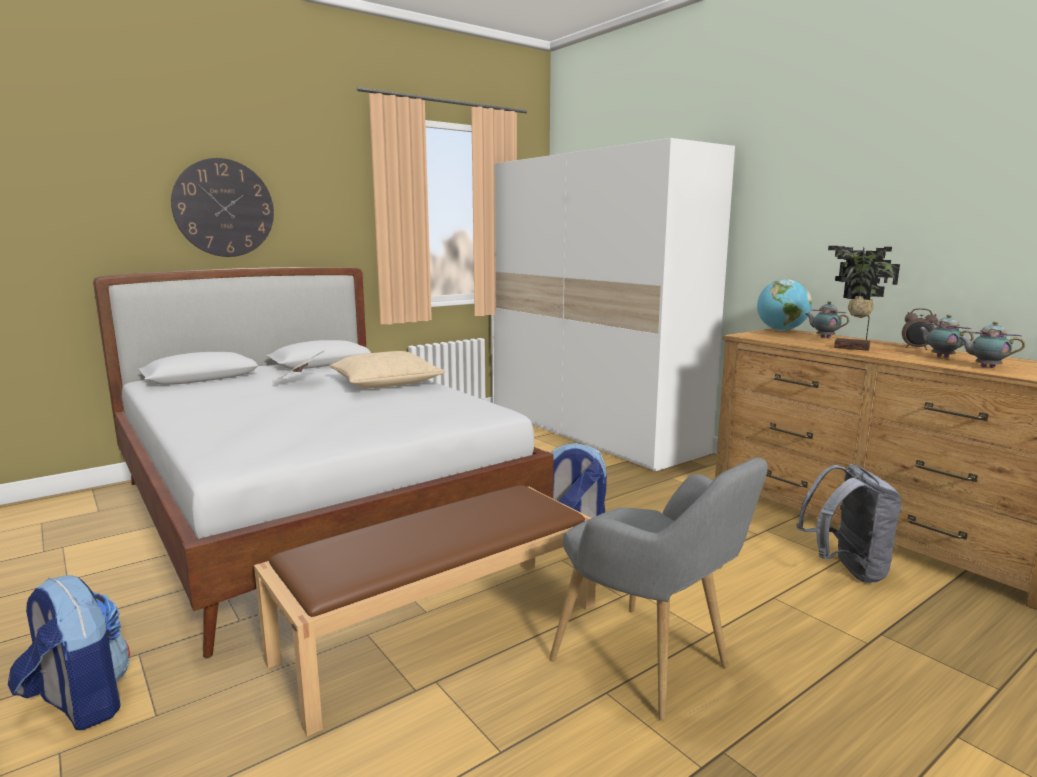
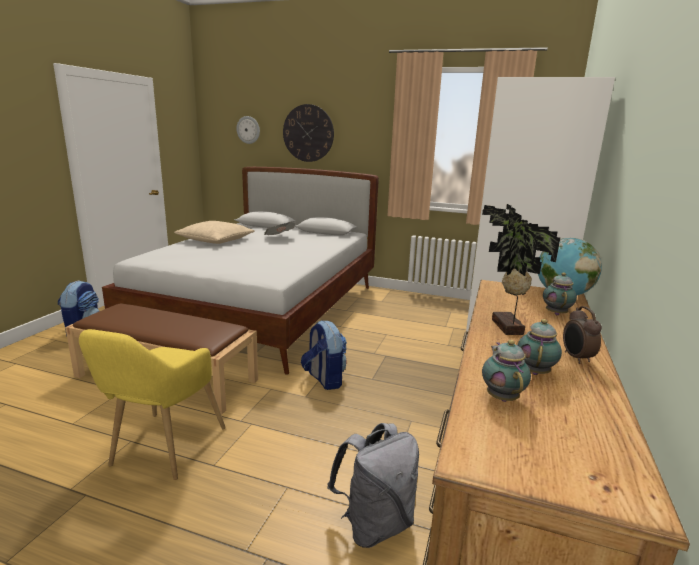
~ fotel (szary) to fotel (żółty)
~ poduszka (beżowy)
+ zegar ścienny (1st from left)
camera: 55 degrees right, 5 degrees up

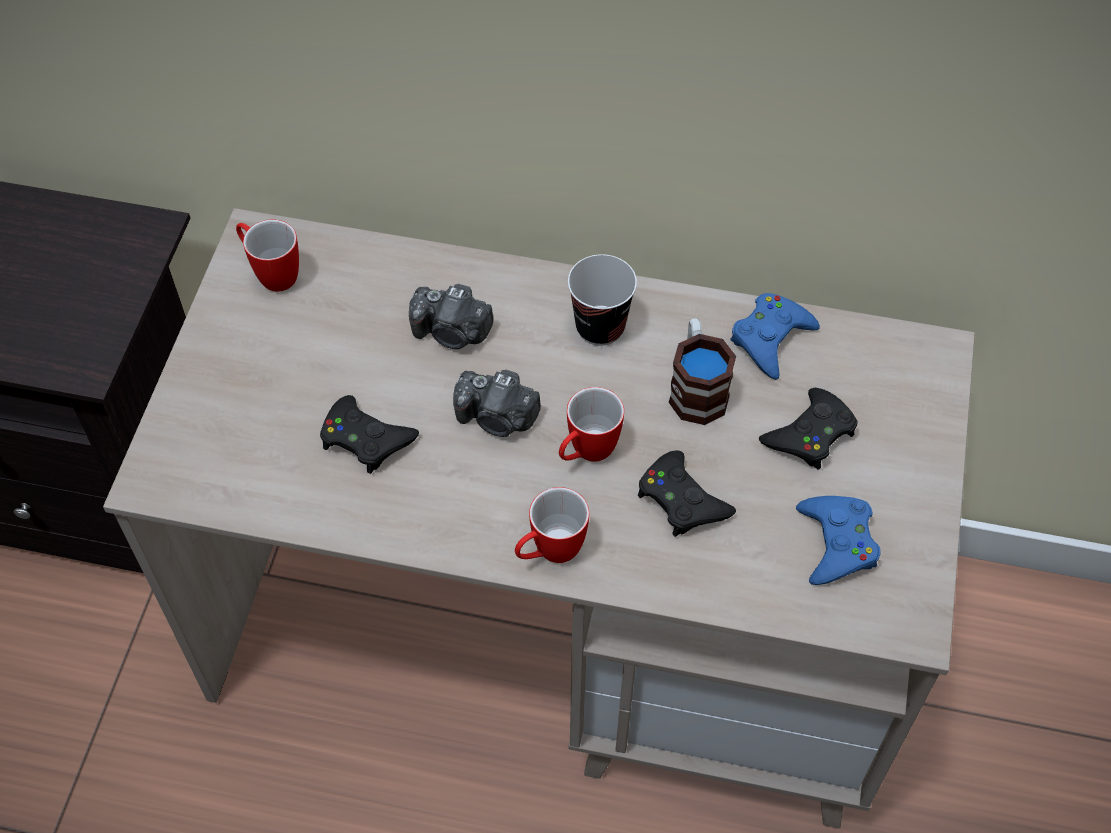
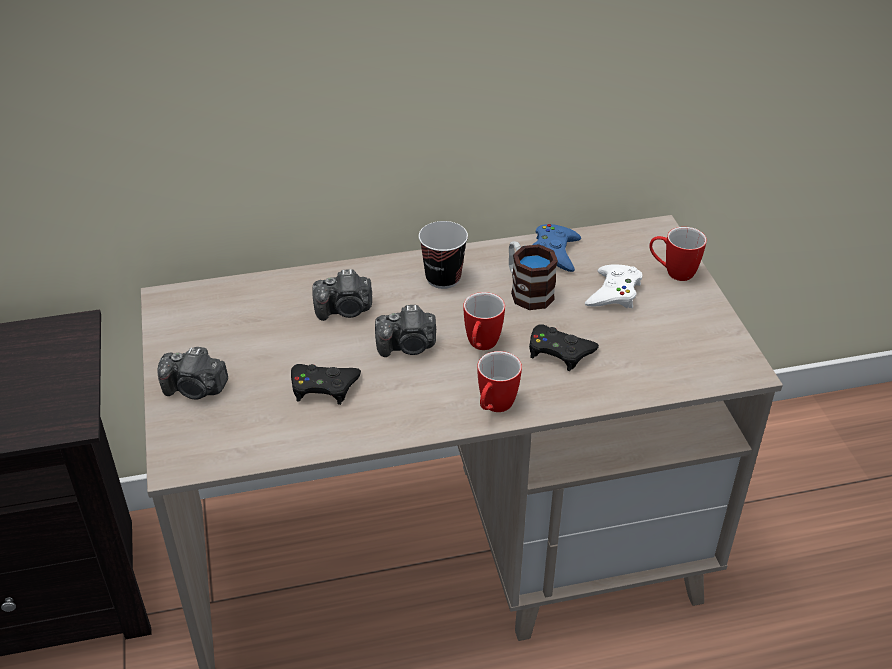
+ aparat fotograficzny (1st from left)
~ pad do gier (czarny) (3rd from left) to pad do gier (biały)
~ kubek (1st from left in the first image) to kubek (4th from left)
- pad do gier (niebieski) (2nd from left)
camera: 25 degrees left, 15 degrees down

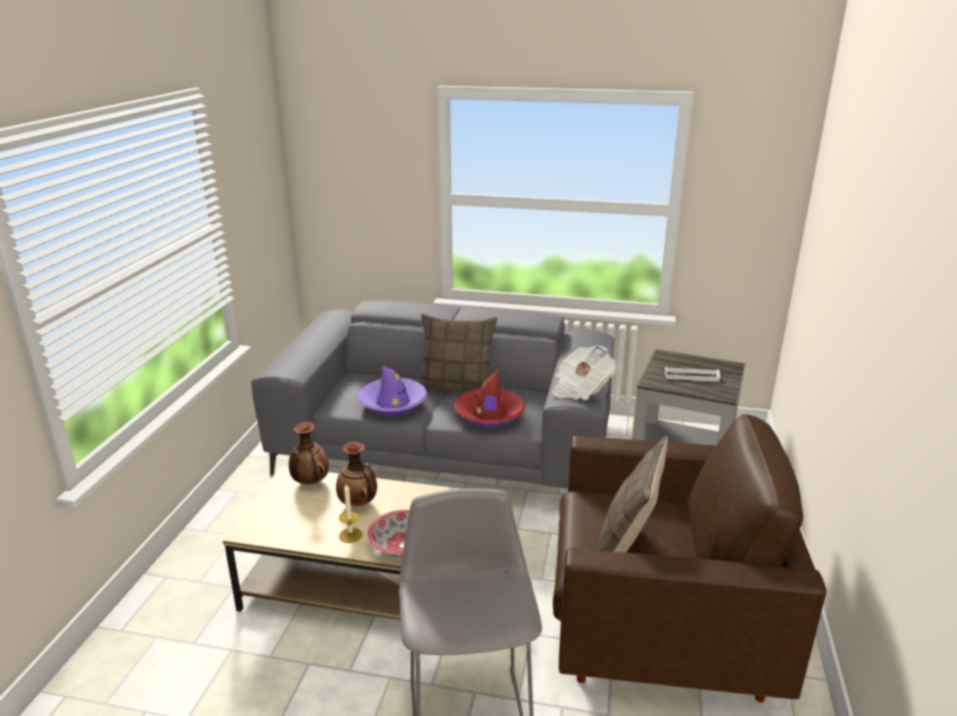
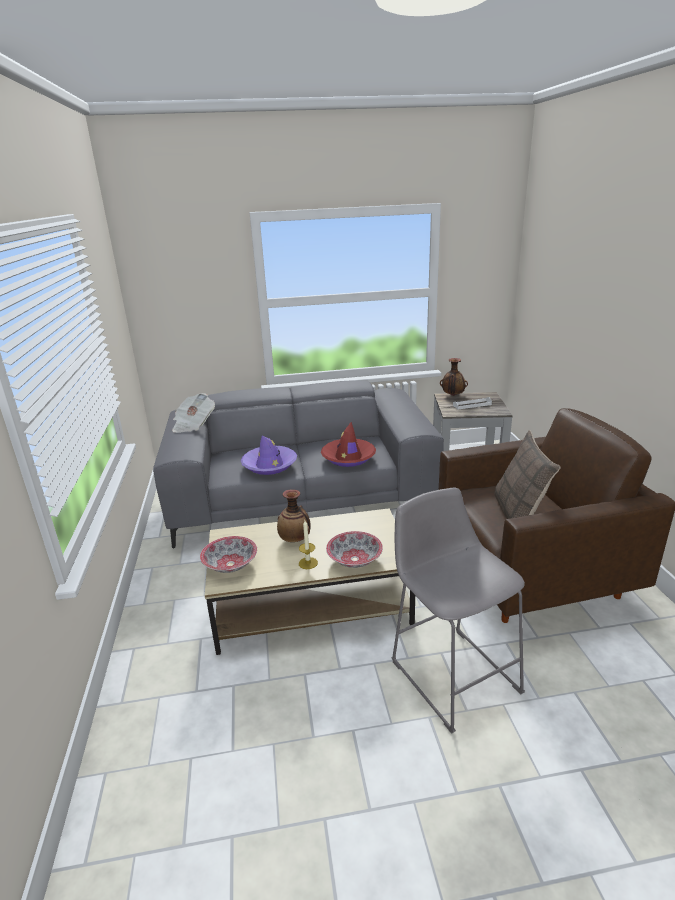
~ gazeta
+ miska (1st from left)
~ wazon (1st from left in the first image) to wazon (2nd from left)
- poduszka (1st from left)
camera: 20 degrees left, 0 degrees up

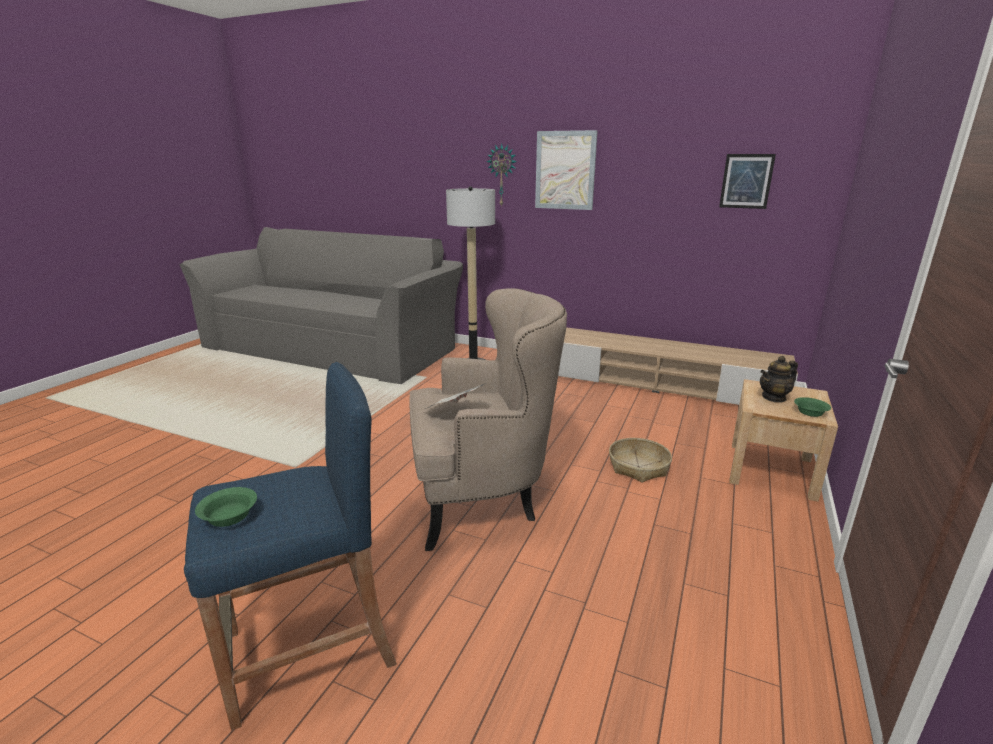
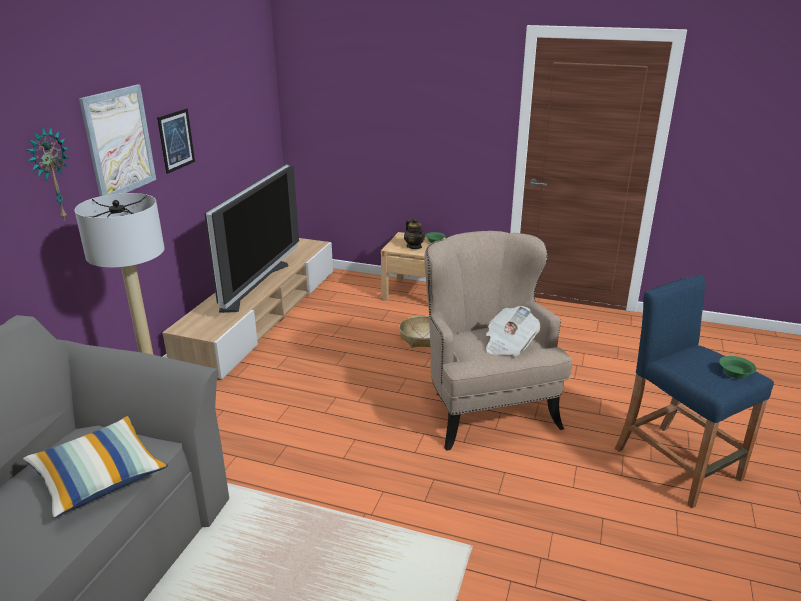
+ poduszka
~ obraz (2nd from left)
+ telewizor
camera: 95 degrees left, 5 degrees up

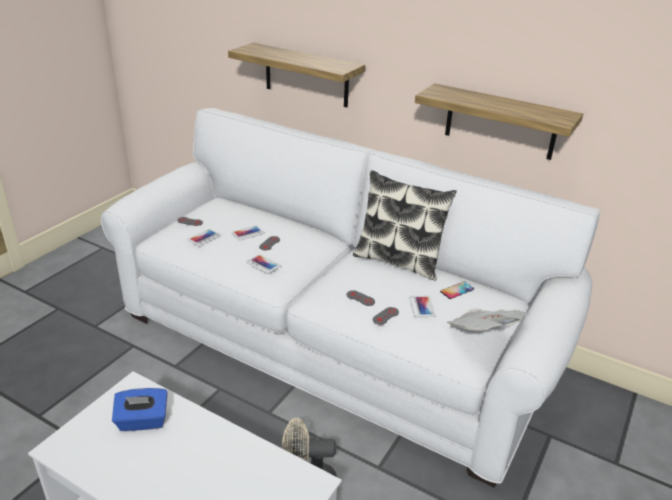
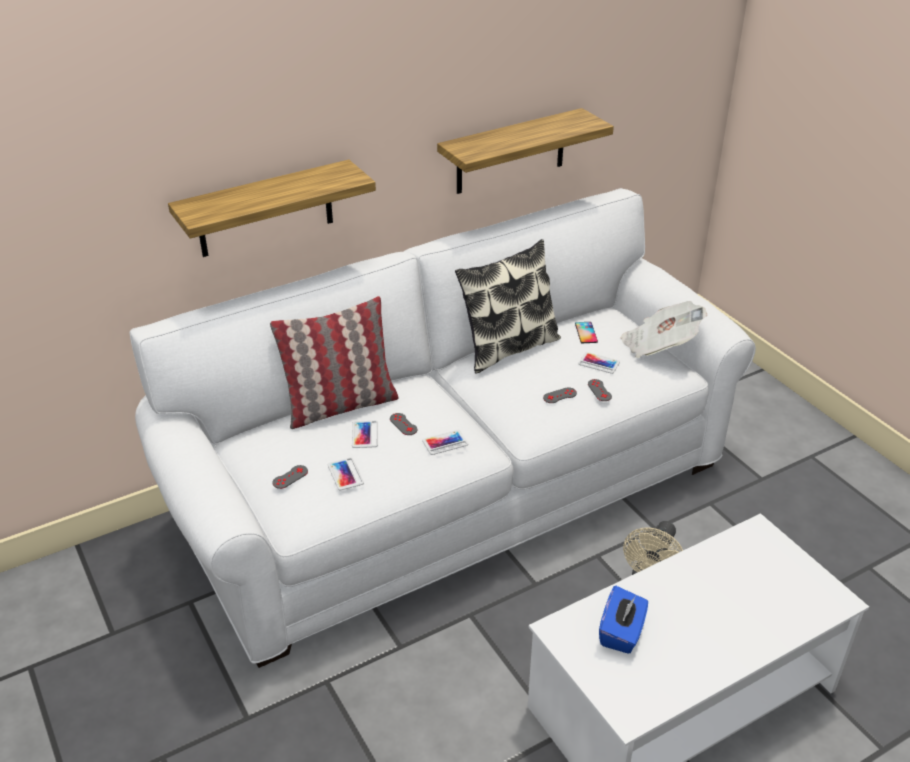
+ poduszka (1st from left)
camera: 60 degrees left, 5 degrees up

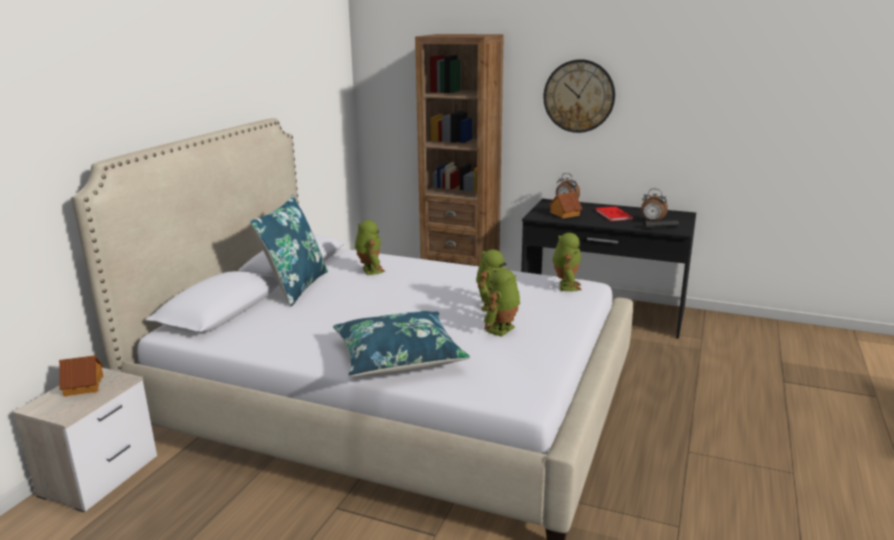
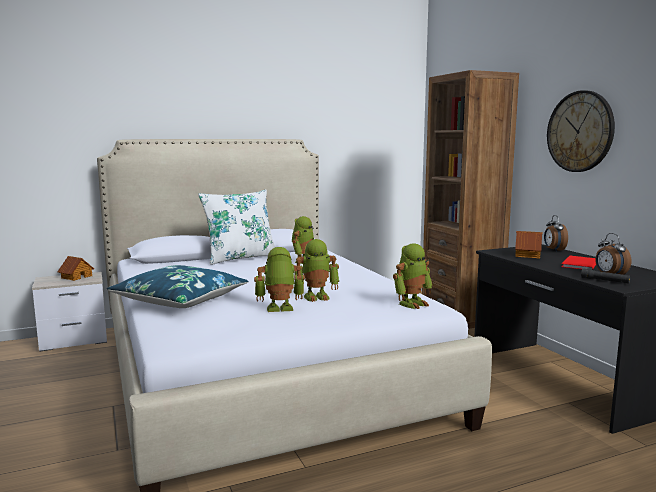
~ poduszka (niebieski) (1st from left) to poduszka (biały)
camera: 45 degrees right, 10 degrees down

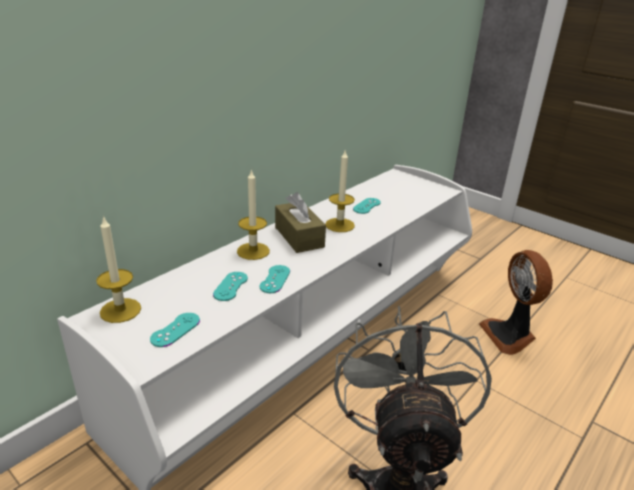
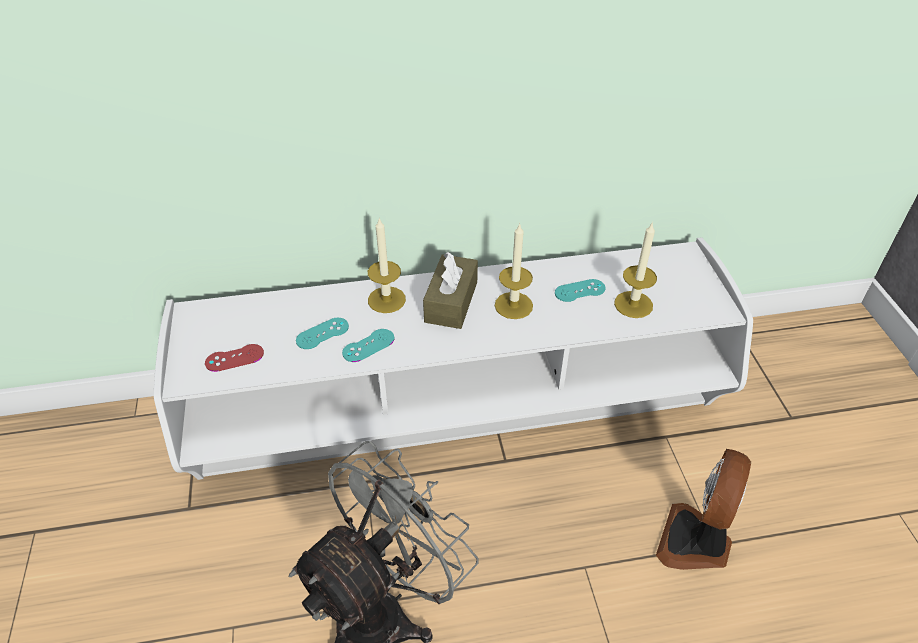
~ pad do gier (turkusowy) (1st from left) to pad do gier (czerwony)
~ świeca (1st from left in the first image) to świeca (3rd from left)
camera: 40 degrees right, 15 degrees up

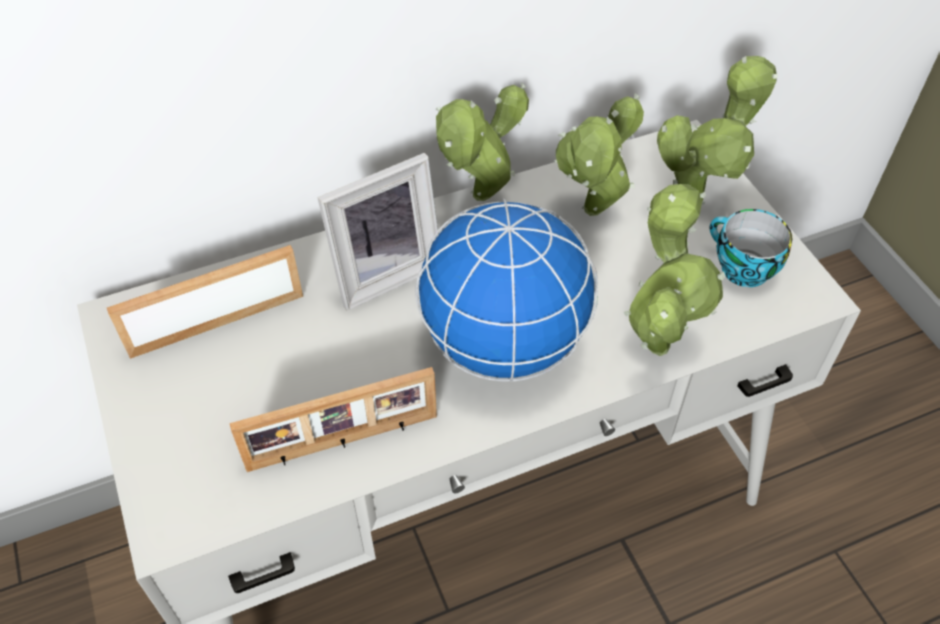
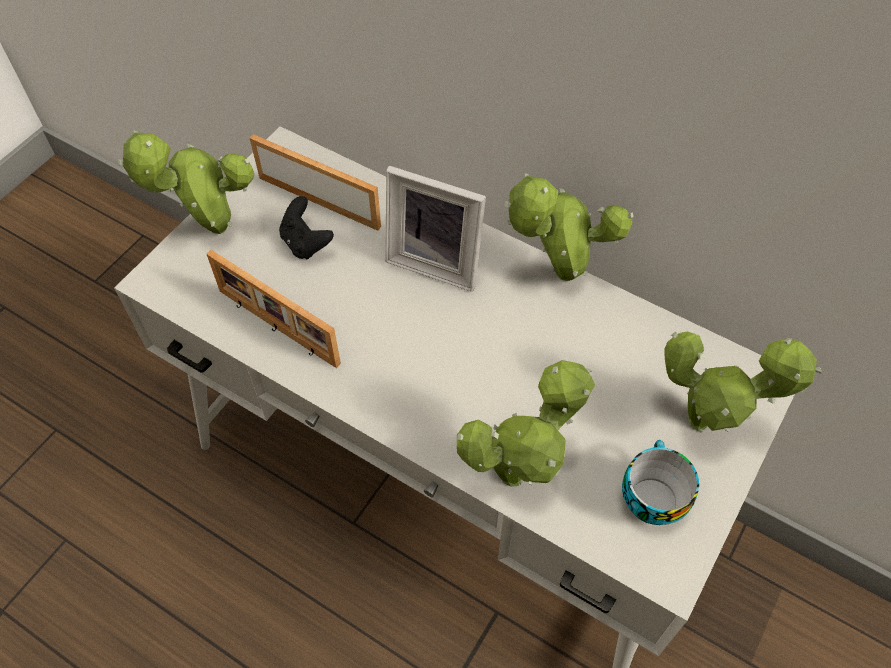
~ roślina doniczkowa (2nd from left in the first image) to roślina doniczkowa (1st from left)
+ pad do gier (czarny)
- globus
camera: 55 degrees right, 5 degrees up

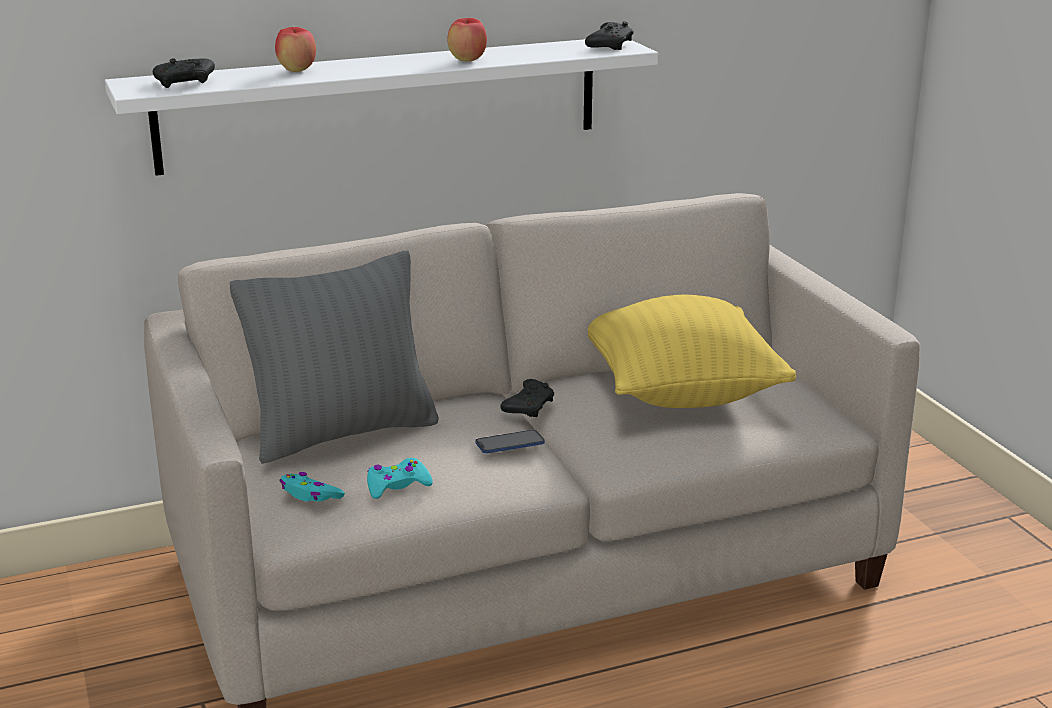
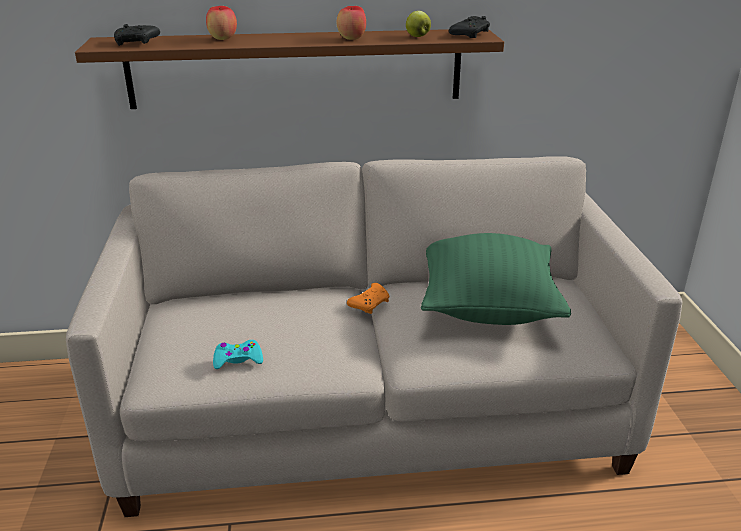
~ półka (biały) to półka (brązowy)
~ pad do gier (czarny) (2nd from left) to pad do gier (pomarańczowy)
+ jabłko (3rd from left)
~ poduszka (żółty) to poduszka (zielony)
- poduszka (szary)
- pad do gier (turkusowy) (1st from left)
- telefon
camera: 15 degrees right, 5 degrees up

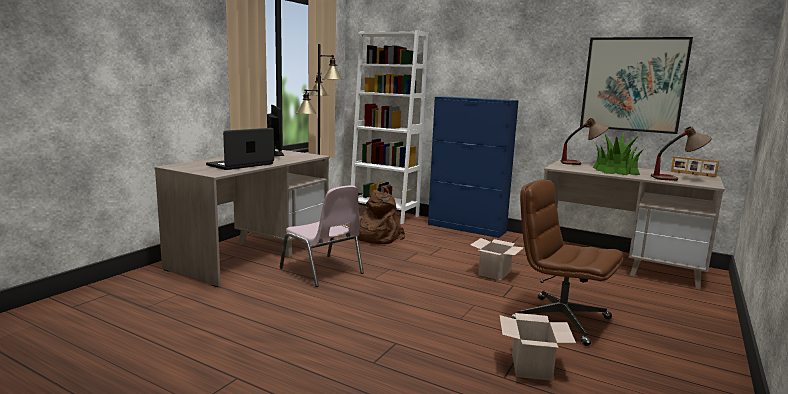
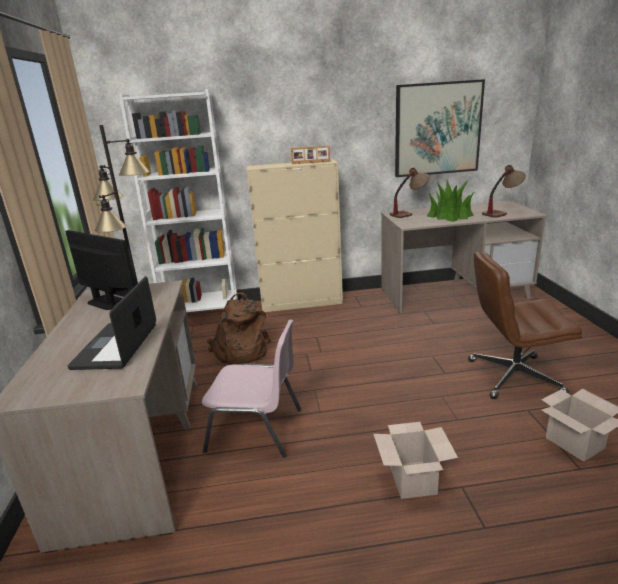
~ szafka (niebieski) to szafka (beżowy)
~ ramka na zdjęcie
~ karton (1st from left)
camera: 35 degrees left, 10 degrees up

